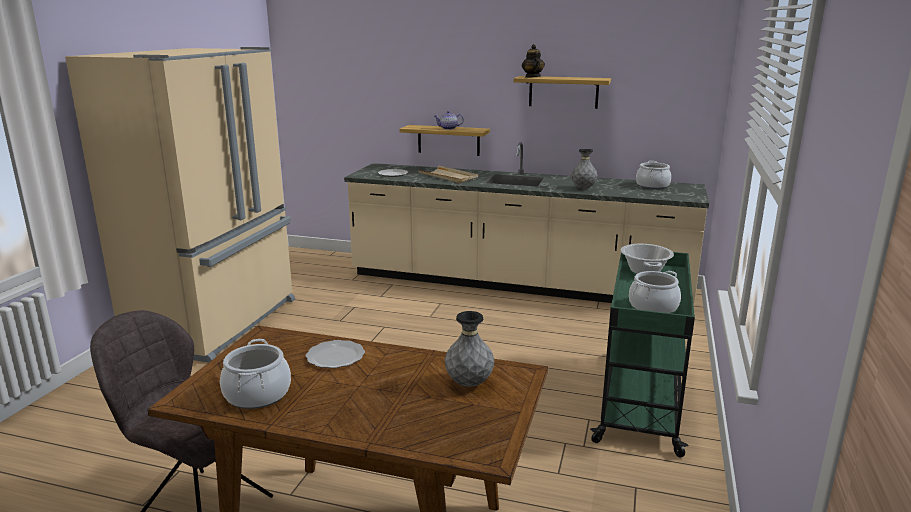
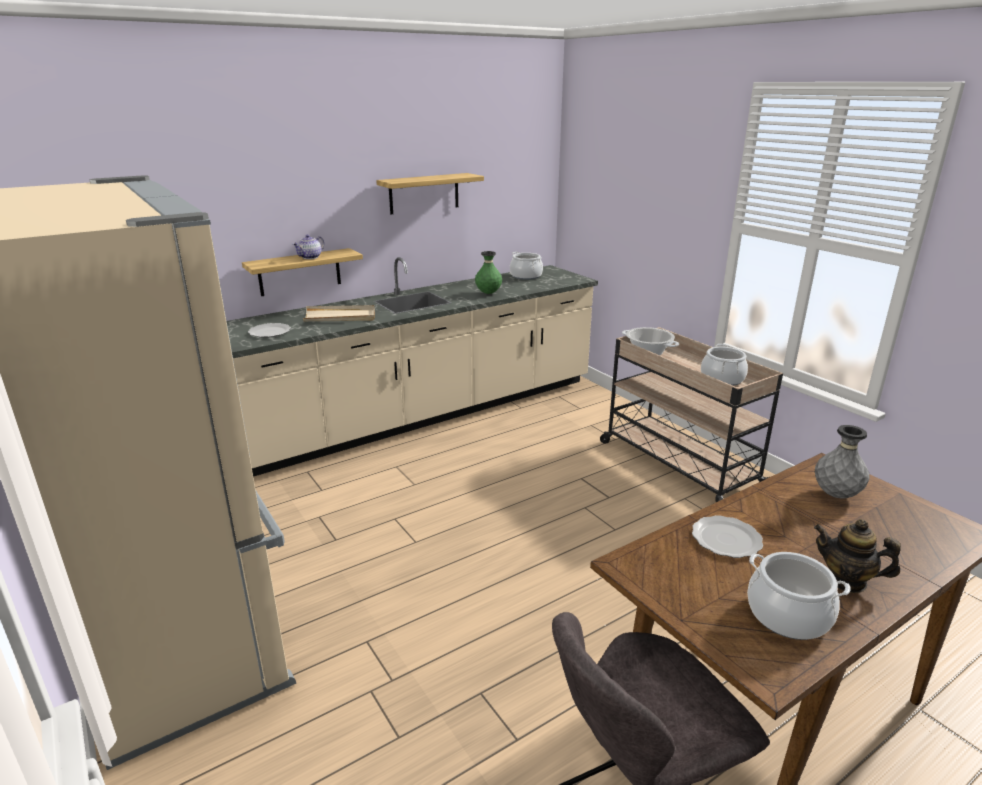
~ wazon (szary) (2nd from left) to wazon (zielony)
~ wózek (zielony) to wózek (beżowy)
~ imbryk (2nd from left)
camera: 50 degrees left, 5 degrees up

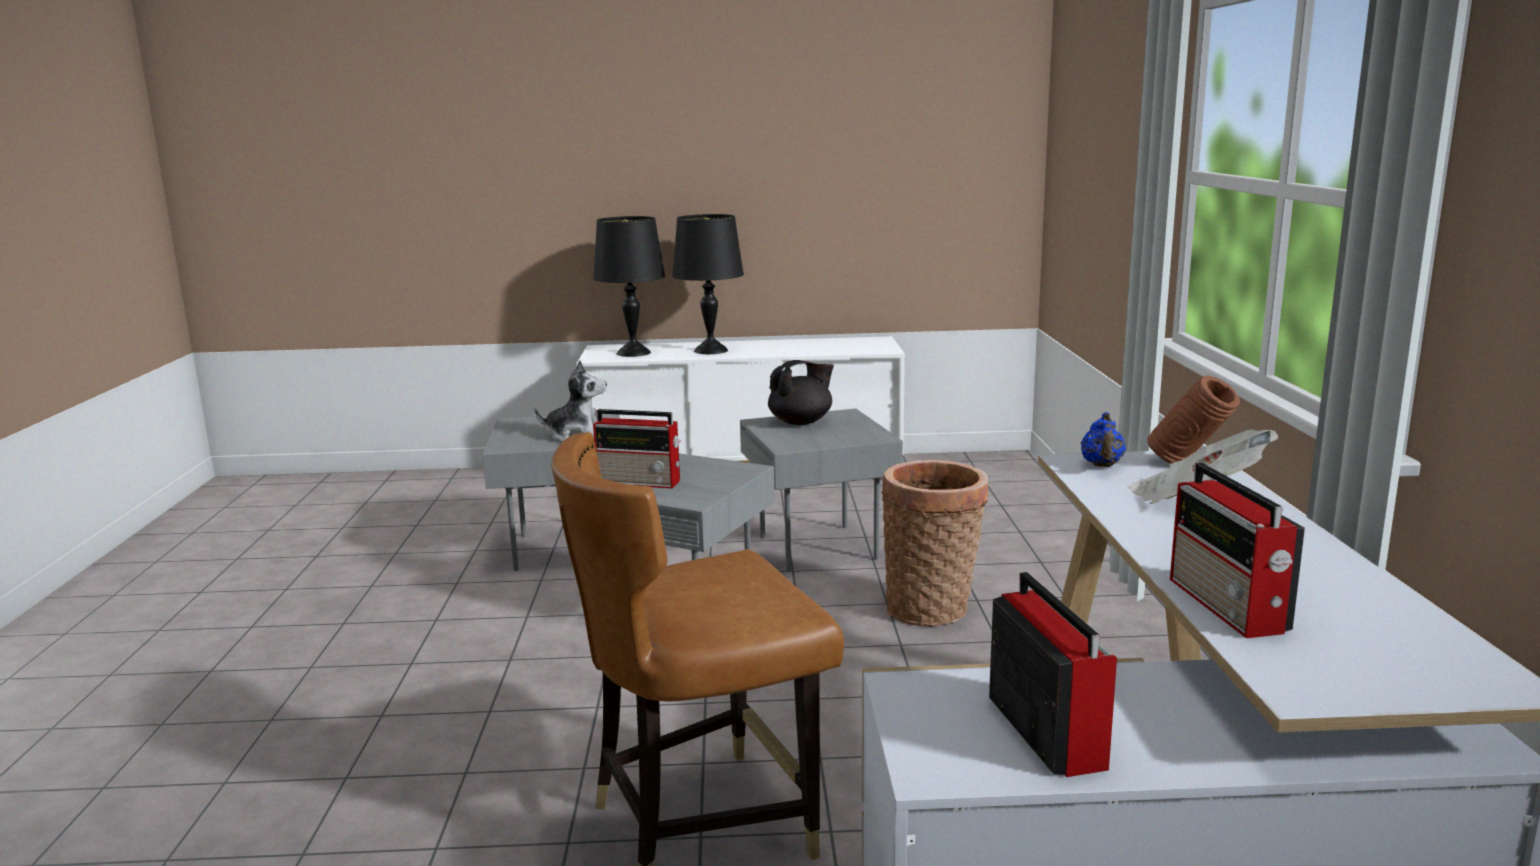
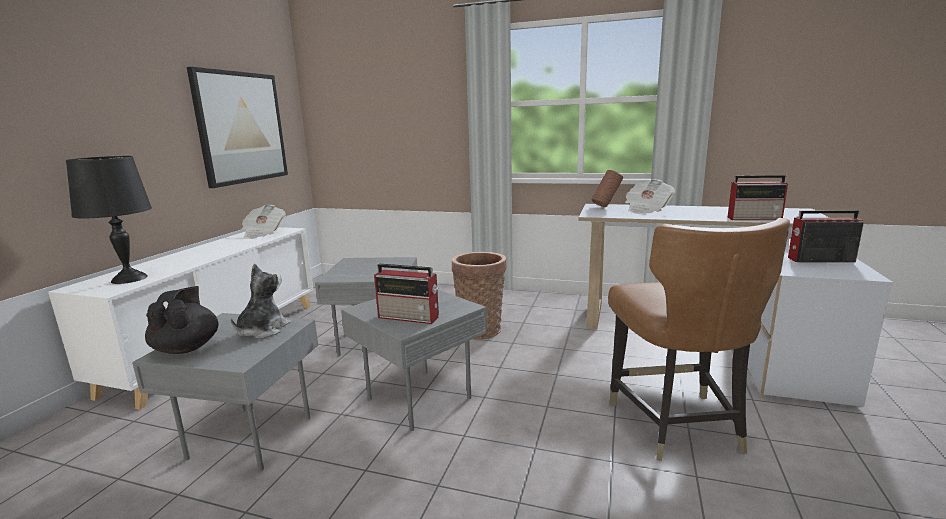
~ imbryk (czarny)
+ obraz
+ gazeta (1st from left)
~ radio (1st from left) 75 degrees clockwise
- lampa stołowa (czarny) (2nd from left)
- imbryk (niebieski)
camera: 70 degrees left, 0 degrees up

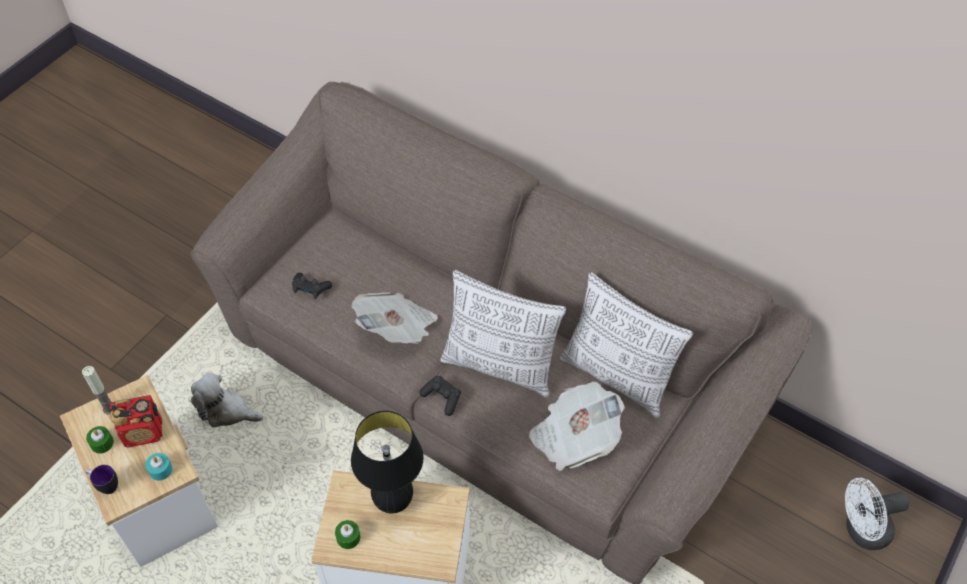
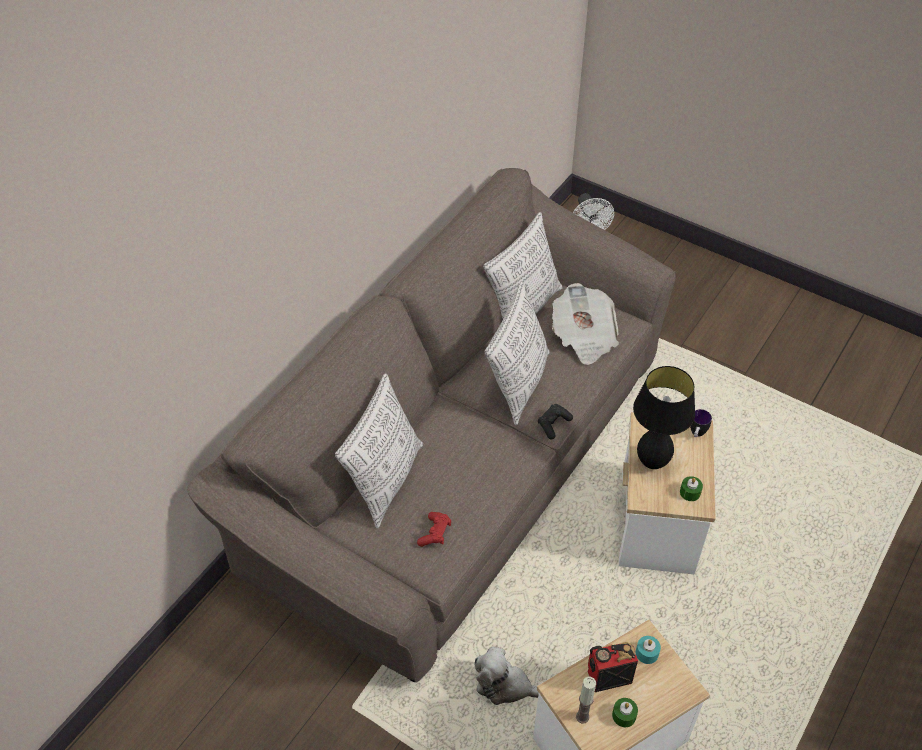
+ poduszka (1st from left)
~ pad do gier (czarny) (1st from left) to pad do gier (czerwony)
~ pluszak 90 degrees clockwise
~ radio 90 degrees counterclockwise
~ kubek
- gazeta (1st from left)
camera: 90 degrees left, 5 degrees down

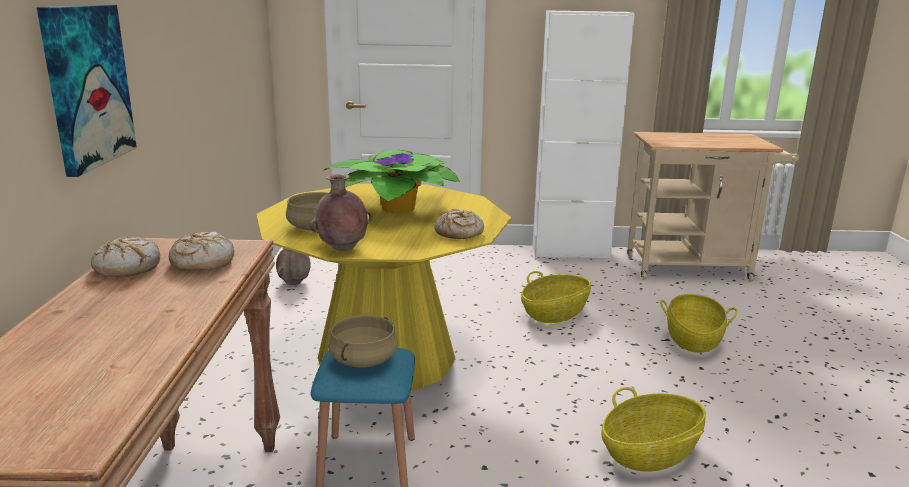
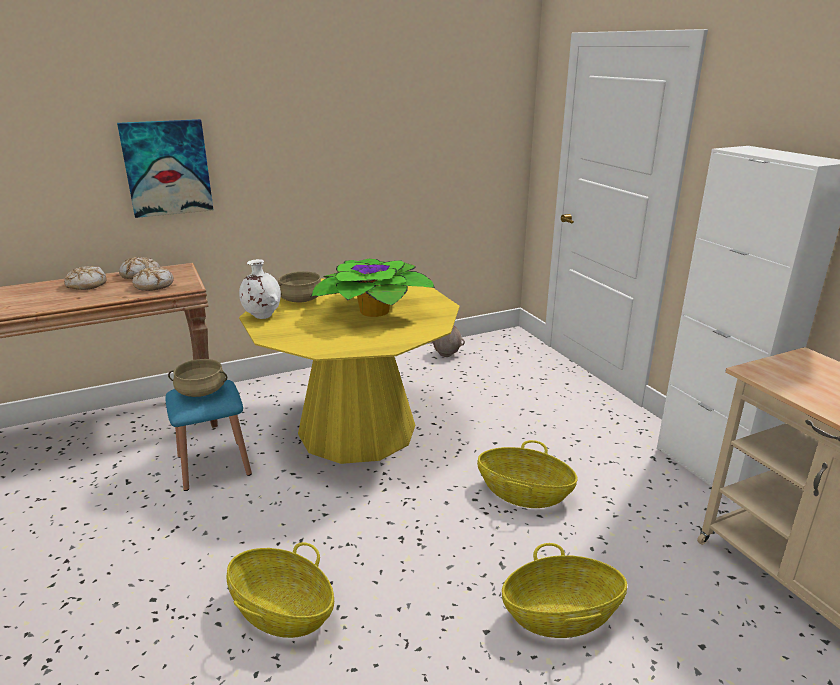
~ chleb (3rd from left in the first image) to chleb (1st from left)
~ wazon (brązowy) (2nd from left) to wazon (biały)
camera: 65 degrees right, 5 degrees up

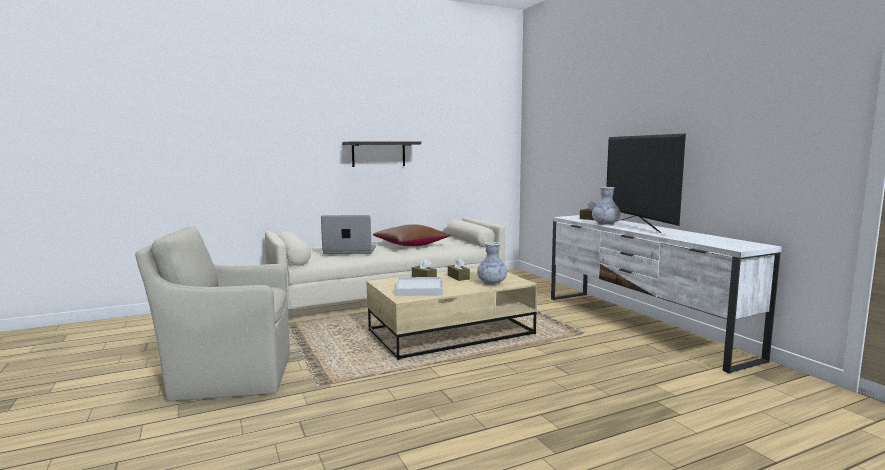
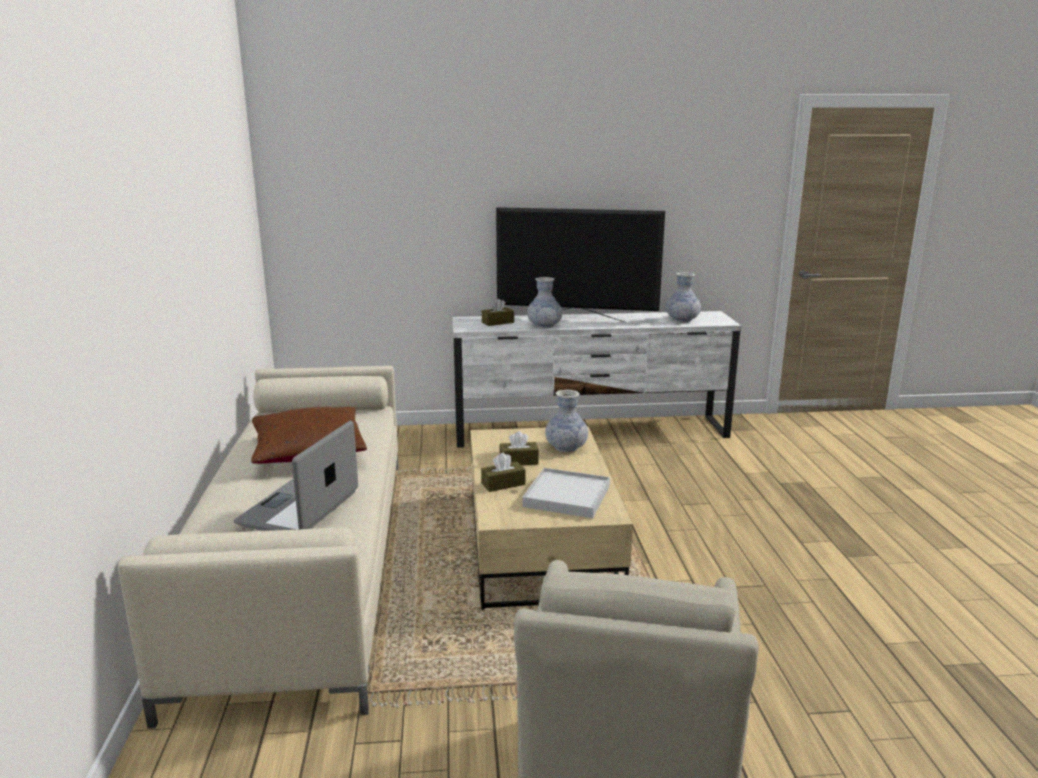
+ wazon (3rd from left)
- półka
camera: 70 degrees left, 10 degrees up

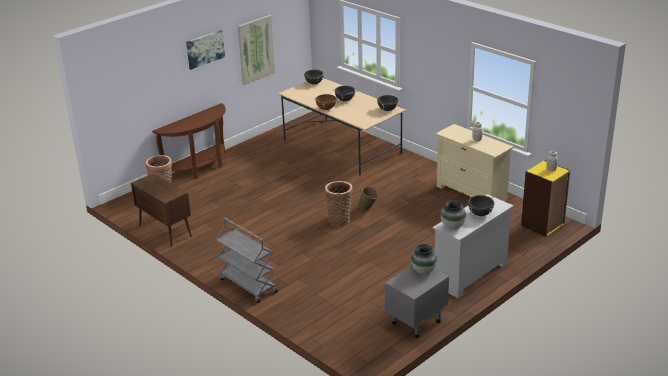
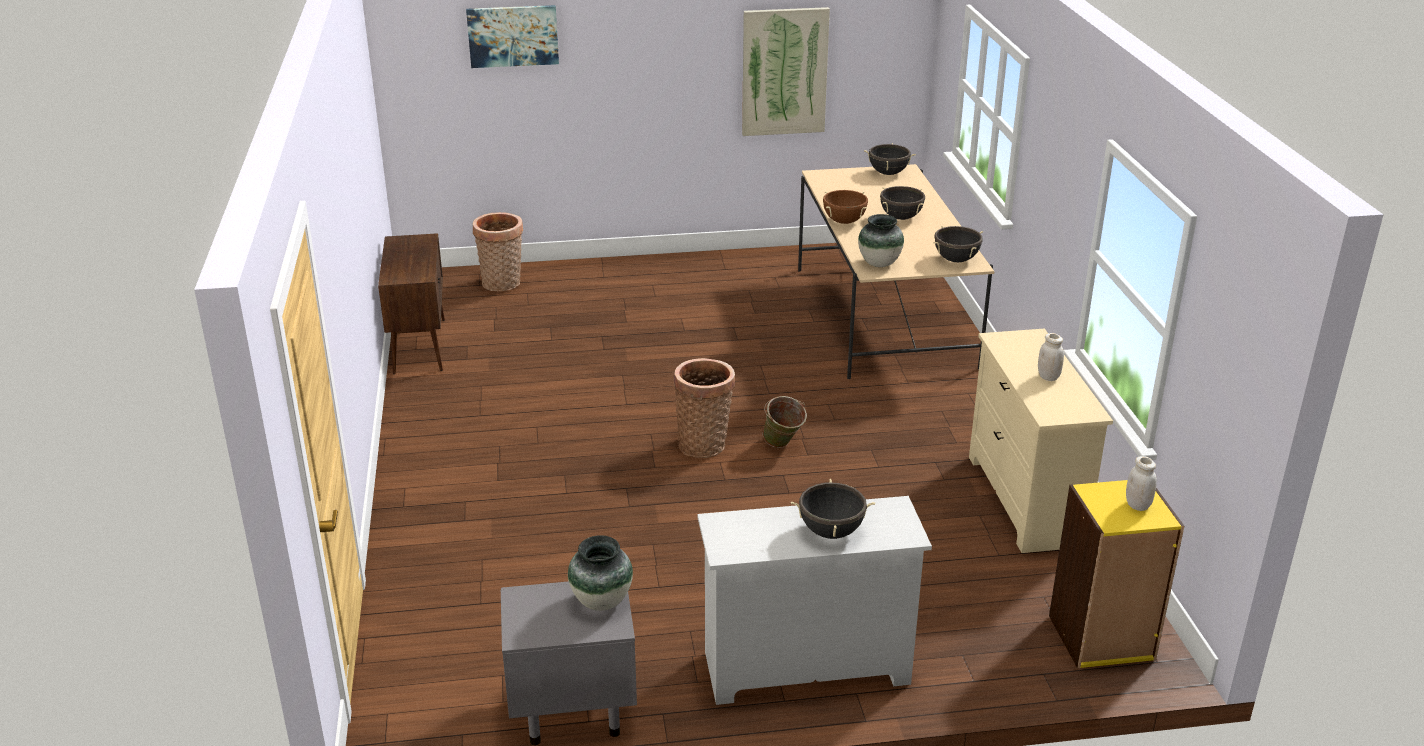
~ obraz (1st from left)
~ wazon (2nd from left)
- stolik konsolowy (brązowy)
- wózek (szary)
camera: 35 degrees right, 0 degrees up

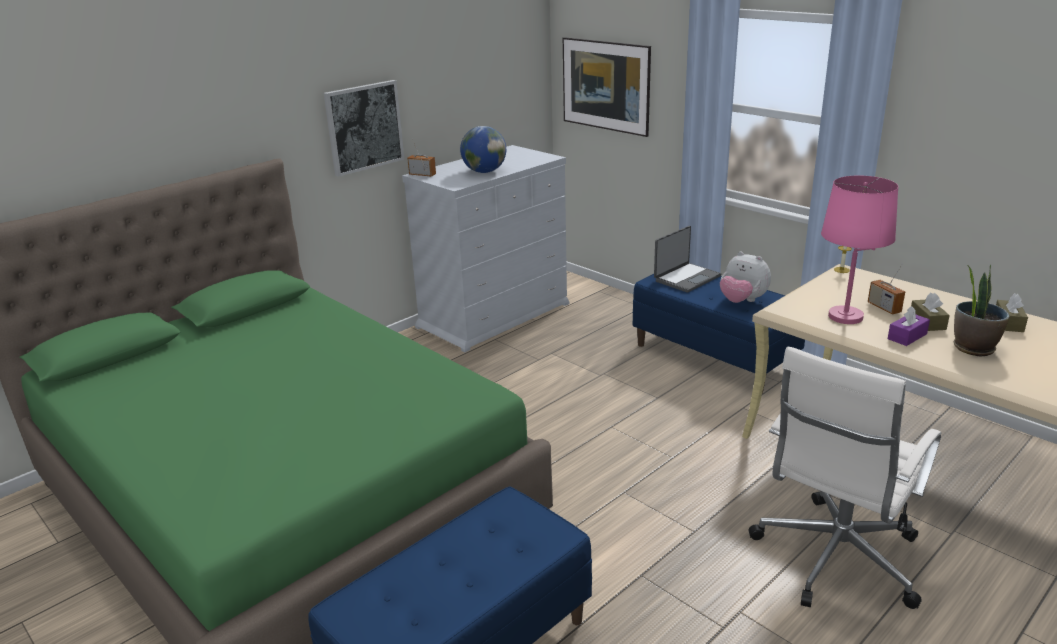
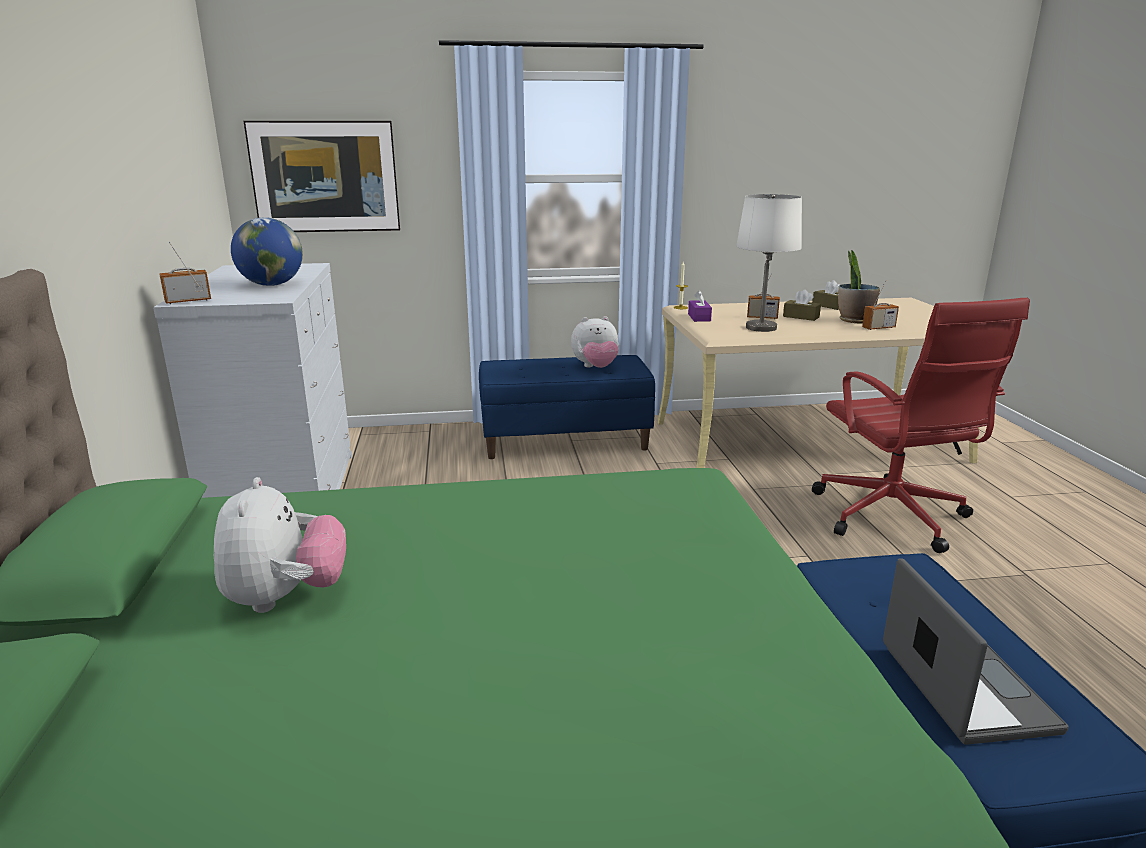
+ pluszak (1st from left)
~ pudełko chusteczek (fioletowy)
~ lampa stołowa (różowy) to lampa stołowa (biały)
~ krzesło biurowe (biały) to krzesło biurowe (czerwony)
+ radio (3rd from left)
~ laptop
- obraz (1st from left)
camera: 55 degrees left, 5 degrees down

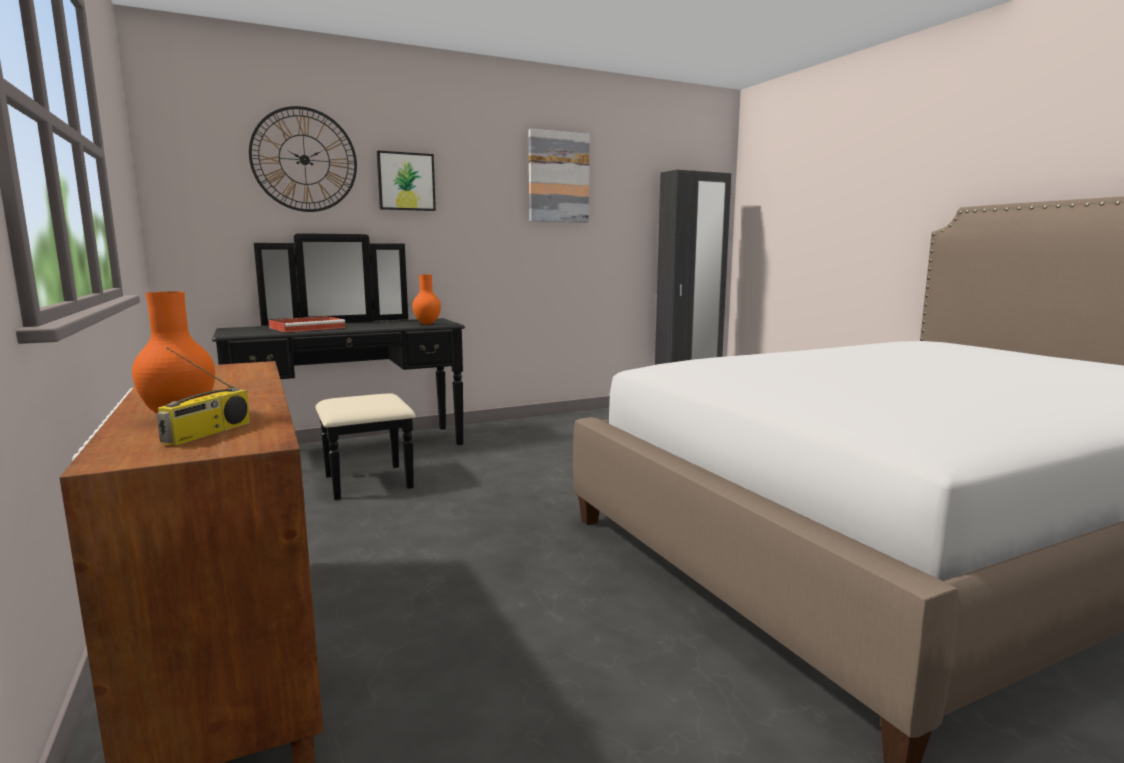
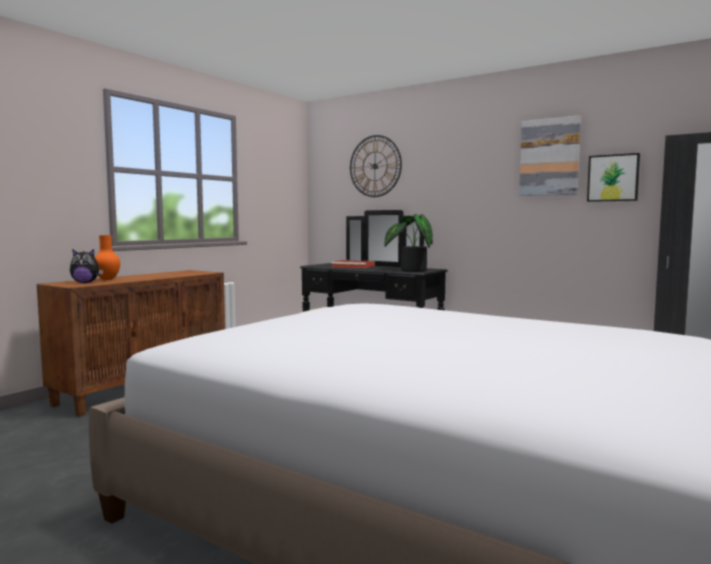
~ radio to pluszak
~ wazon (pomarańczowy) (2nd from left) to roślina doniczkowa
~ obraz (1st from left in the first image) to obraz (2nd from left)
camera: 60 degrees right, 5 degrees down

